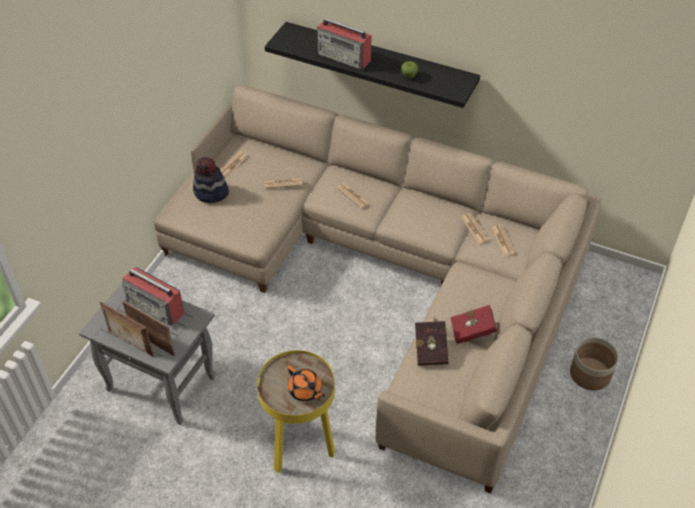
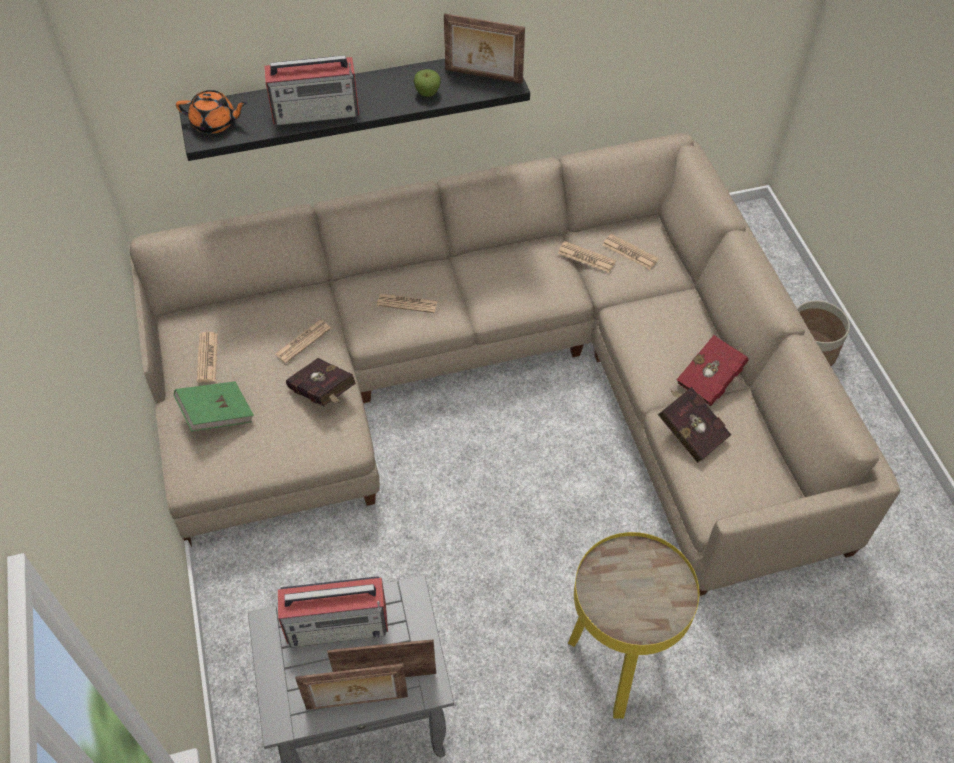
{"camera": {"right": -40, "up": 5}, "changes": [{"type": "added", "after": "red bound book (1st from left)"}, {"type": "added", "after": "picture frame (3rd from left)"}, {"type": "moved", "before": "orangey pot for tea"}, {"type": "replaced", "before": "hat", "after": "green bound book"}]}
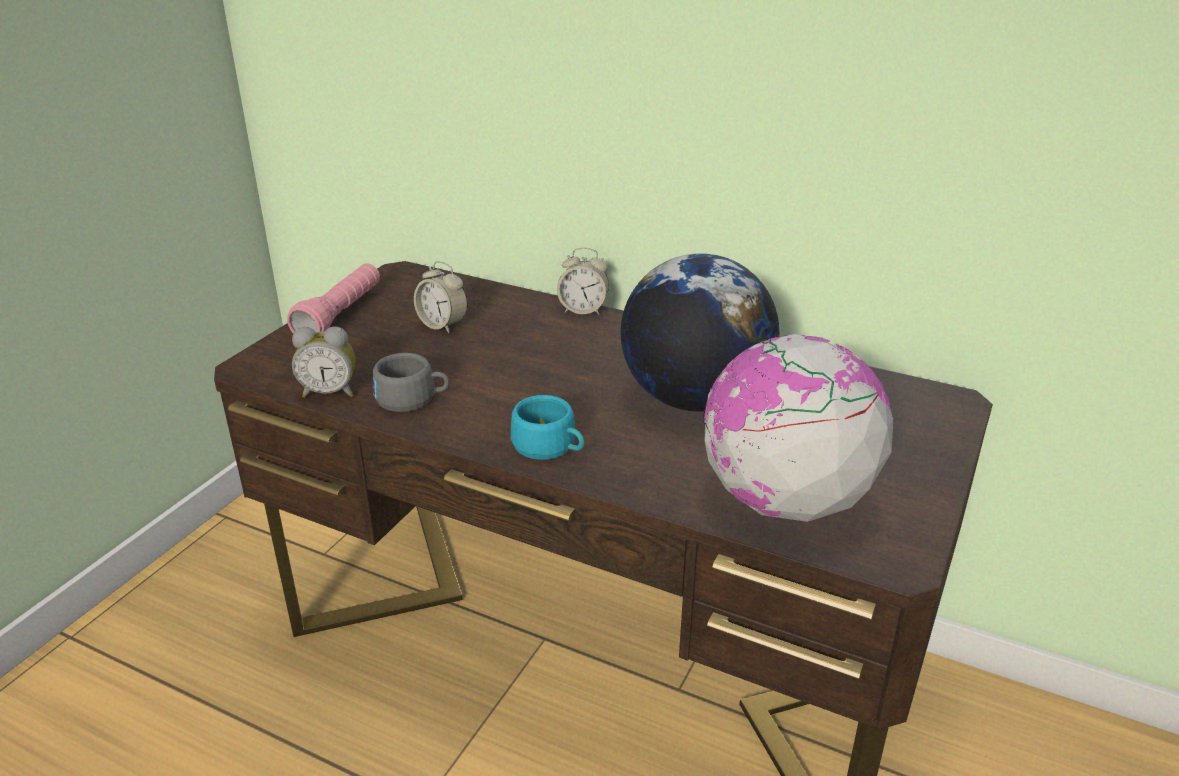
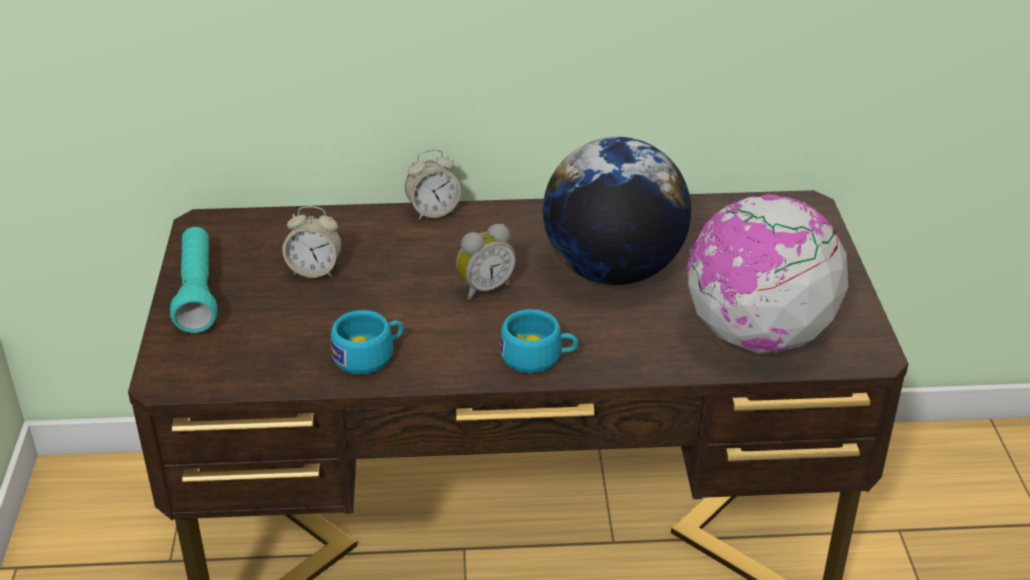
{"camera": {"right": -30, "up": 5}, "changes": [{"type": "moved", "before": "bedside clock (1st from left in the first image)", "after": "bedside clock (3rd from left)"}, {"type": "recoloured", "before": "pinkish torch", "after": "turquoise-coloured torch"}, {"type": "recoloured", "before": "greyish cup", "after": "turquoise-coloured cup (1st from left)"}]}
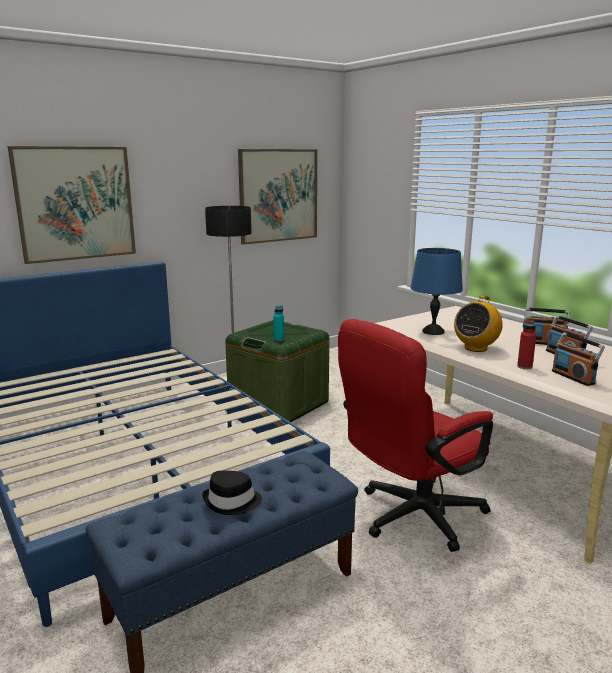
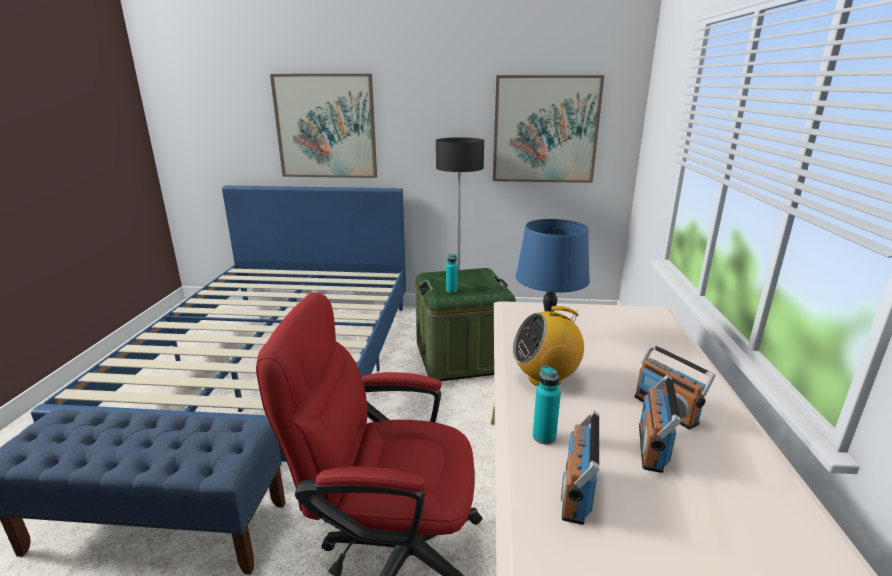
{"camera": {"right": 40, "up": 5}, "changes": [{"type": "removed", "before": "blackish hat"}, {"type": "recoloured", "before": "red bottle", "after": "turquoise-coloured bottle (2nd from left)"}]}
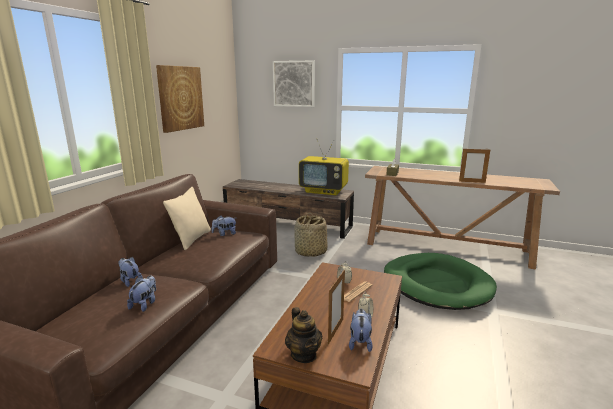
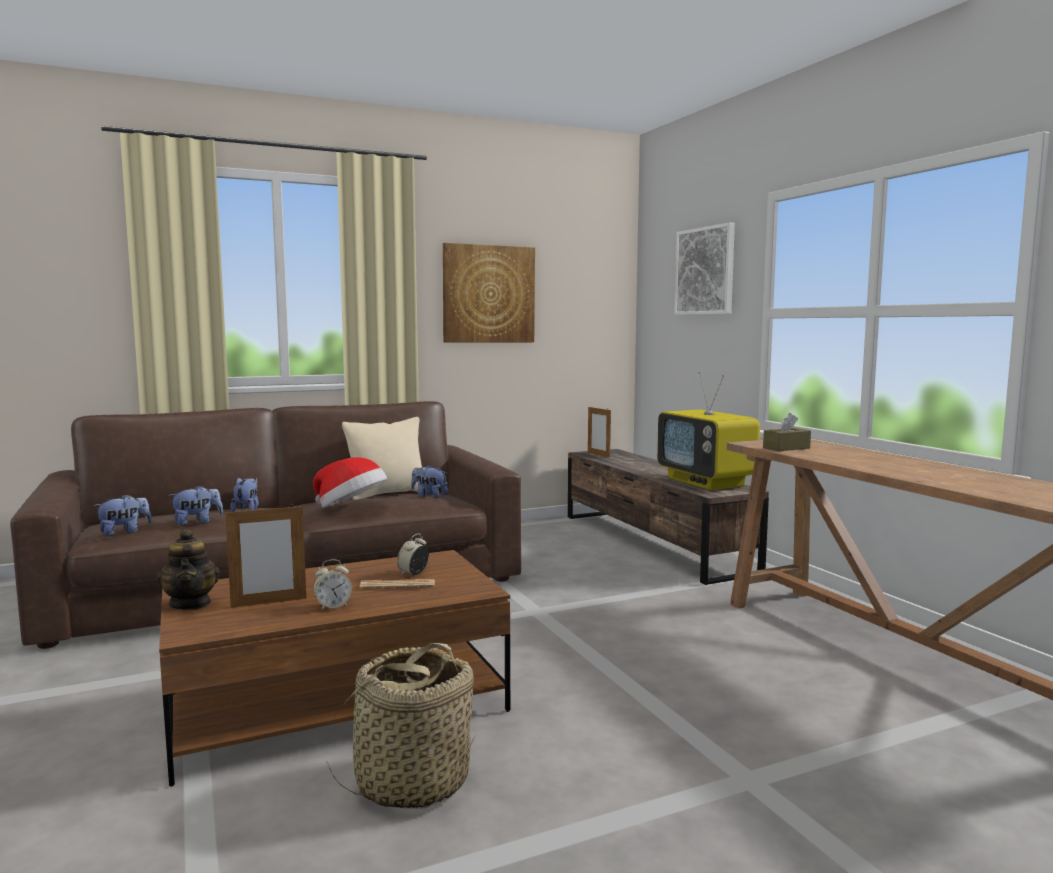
{"camera": {"right": 45, "up": -10}, "changes": [{"type": "removed", "before": "green dog bed"}, {"type": "added", "after": "hat"}, {"type": "moved", "before": "household basket"}, {"type": "moved", "before": "soft toy (4th from left in the first image)", "after": "soft toy (1st from left)"}, {"type": "moved", "before": "picture frame (2nd from left)"}, {"type": "turned", "before": "pot for tea", "turn": -45}]}
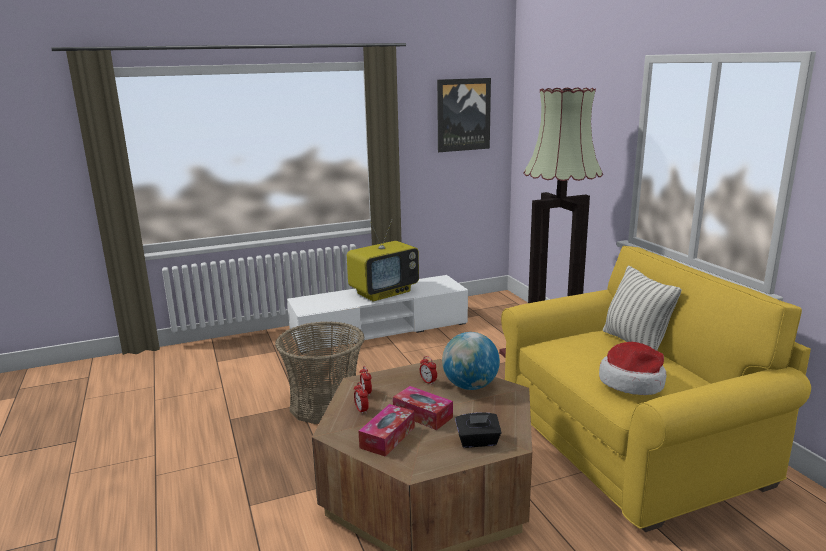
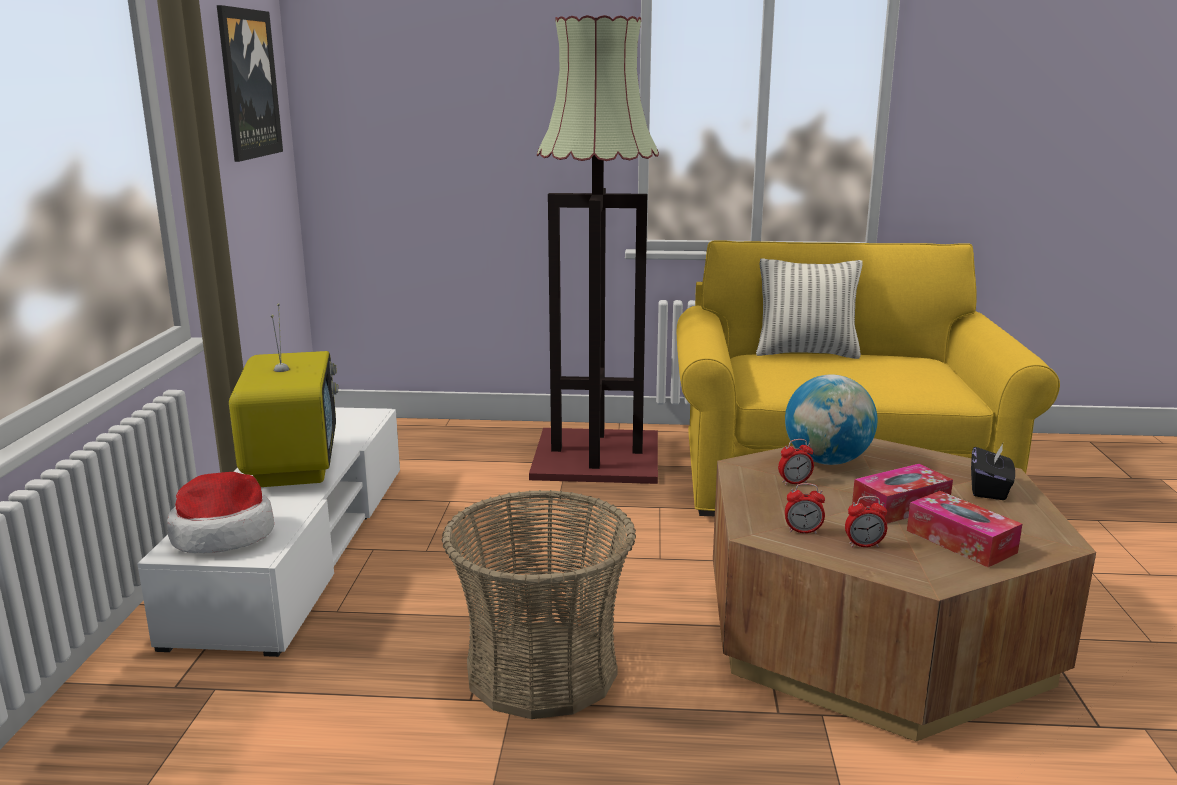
{"camera": {"right": -65, "up": 0}, "changes": [{"type": "moved", "before": "hat"}]}
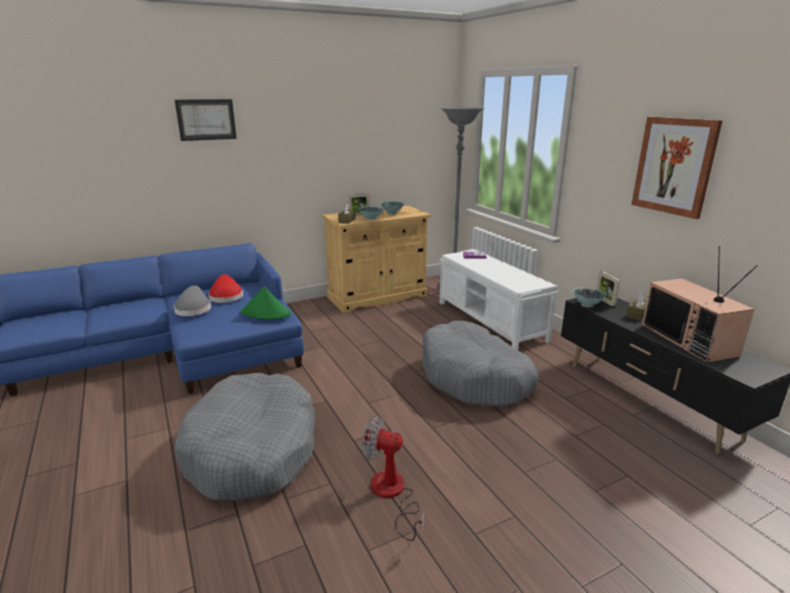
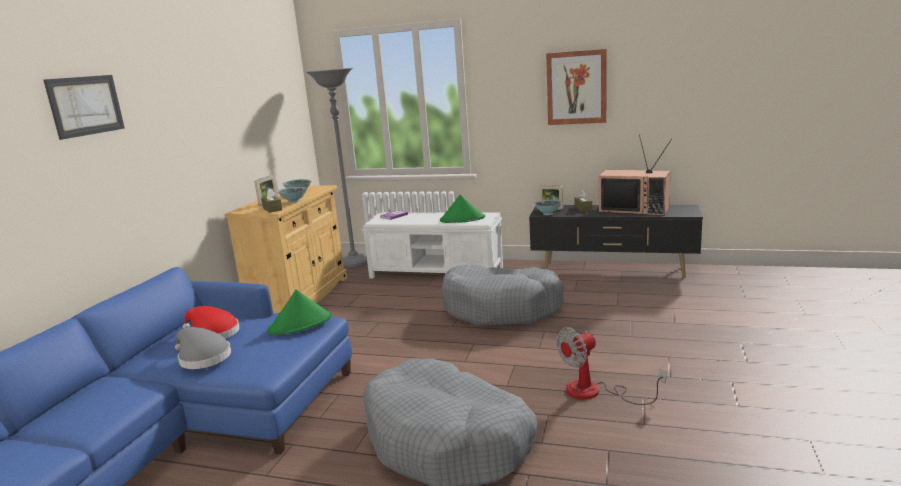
{"camera": {"right": -45, "up": -5}, "changes": [{"type": "added", "after": "green hat (2nd from left)"}]}
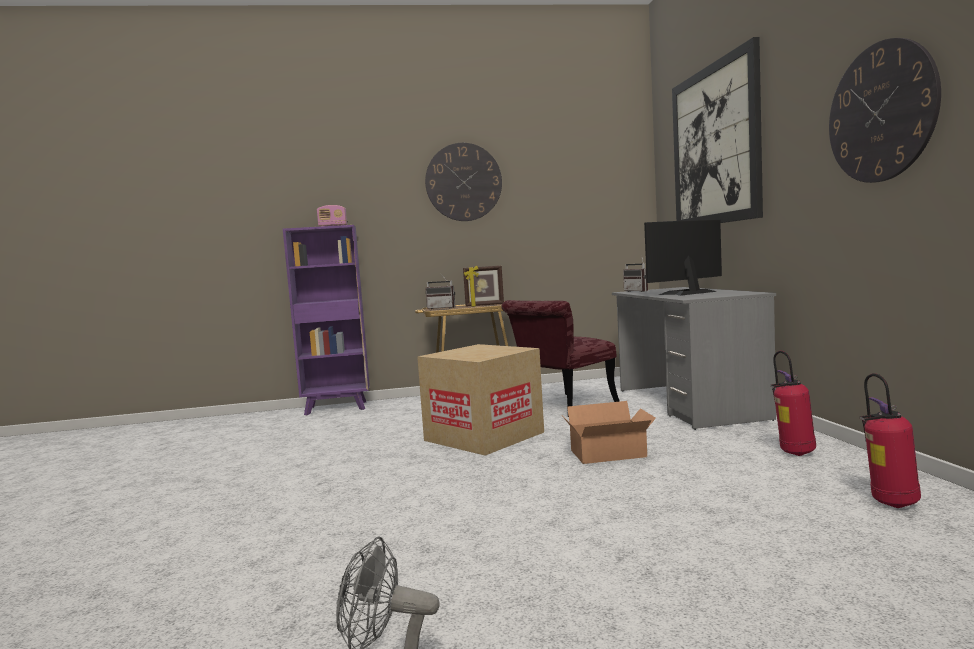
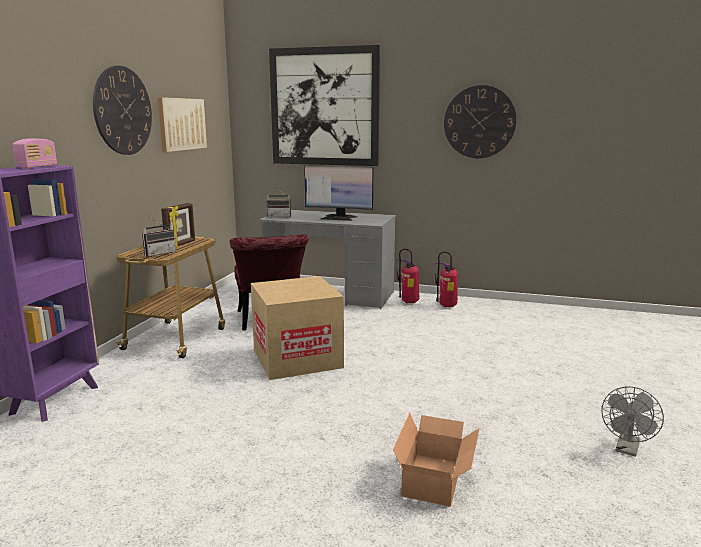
{"camera": {"right": -65, "up": 10}, "changes": [{"type": "added", "after": "wall art (1st from left)"}, {"type": "moved", "before": "cardboard box (2nd from left)"}, {"type": "moved", "before": "extinguisher (2nd from left in the first image)", "after": "extinguisher (1st from left)"}, {"type": "turned", "before": "computer screen", "turn": -75}]}
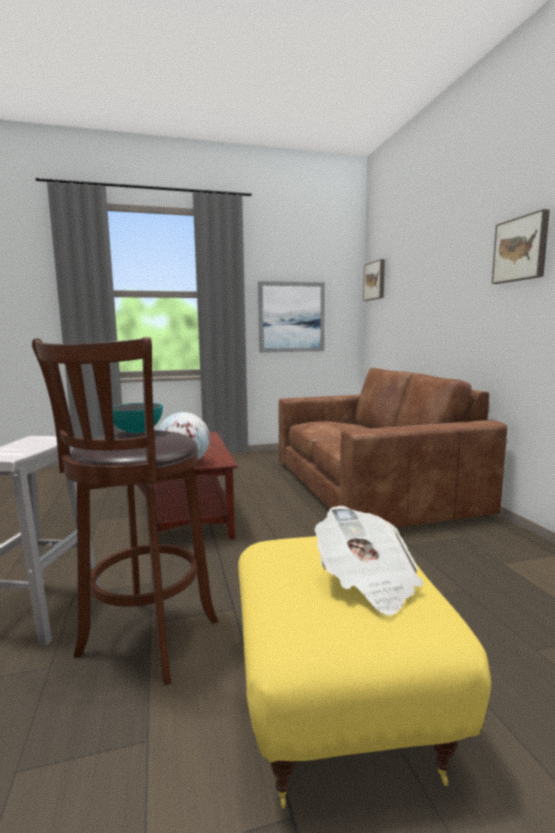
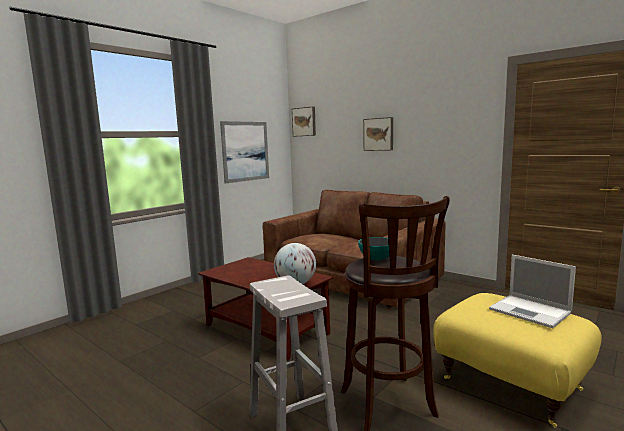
{"camera": {"right": -35, "up": 0}, "changes": [{"type": "moved", "before": "wall art (3rd from left)"}, {"type": "replaced", "before": "newspaper", "after": "laptop"}]}
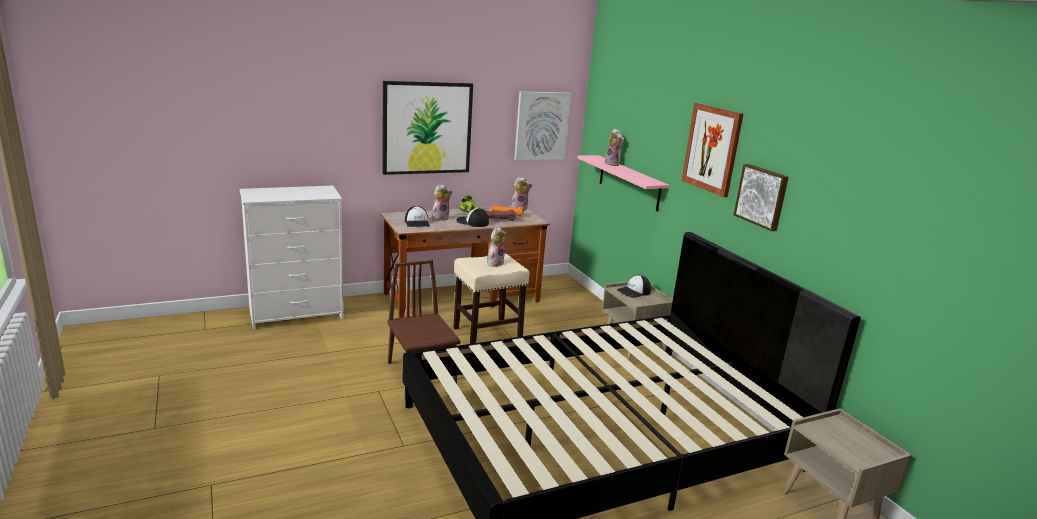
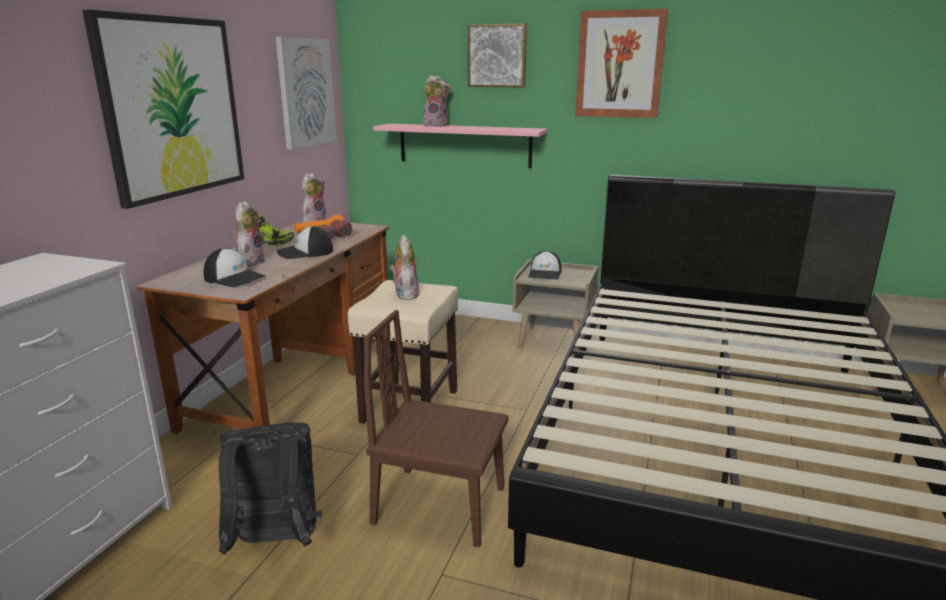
{"camera": {"right": -45, "up": 0}, "changes": [{"type": "added", "after": "blackish backpack"}, {"type": "moved", "before": "wall art (4th from left in the first image)", "after": "wall art (3rd from left)"}]}
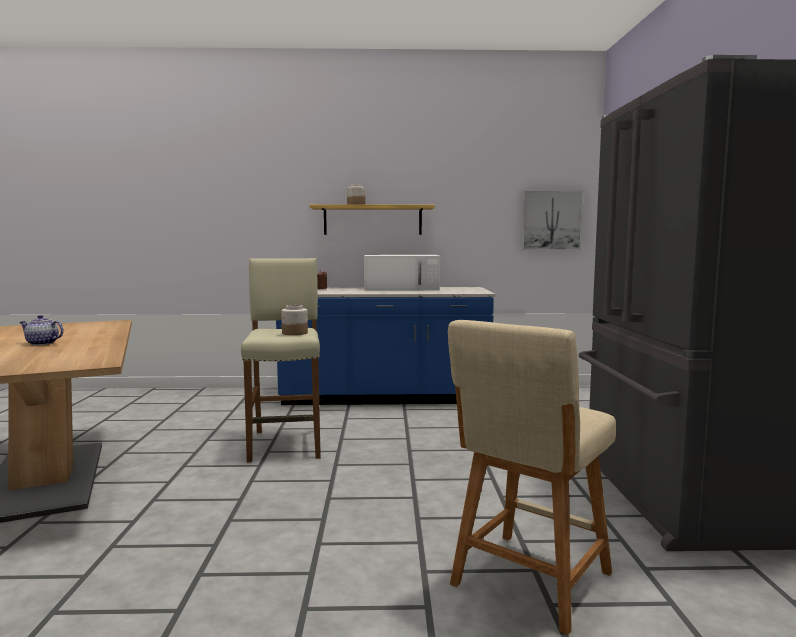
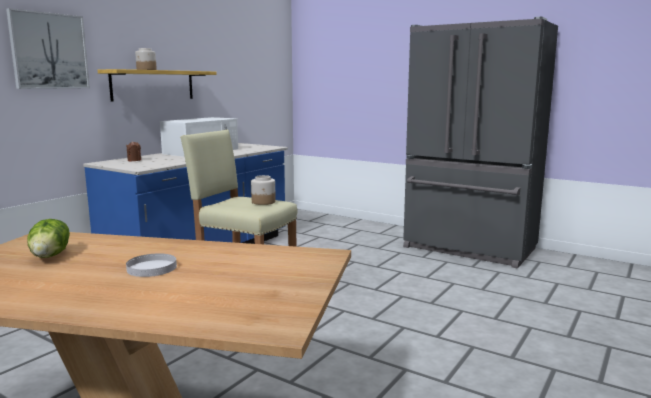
{"camera": {"right": -55, "up": 5}, "changes": [{"type": "removed", "before": "beige-coloured sitting stool (2nd from left)"}, {"type": "added", "after": "lettuce"}, {"type": "moved", "before": "wall art"}, {"type": "replaced", "before": "pot for tea", "after": "whitish dinner plate"}]}
